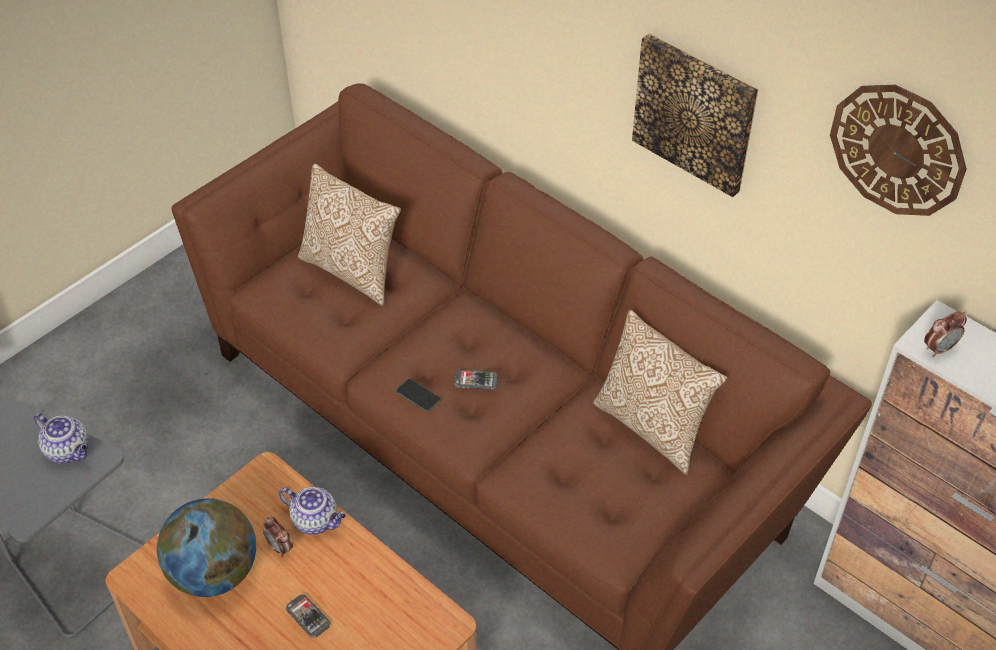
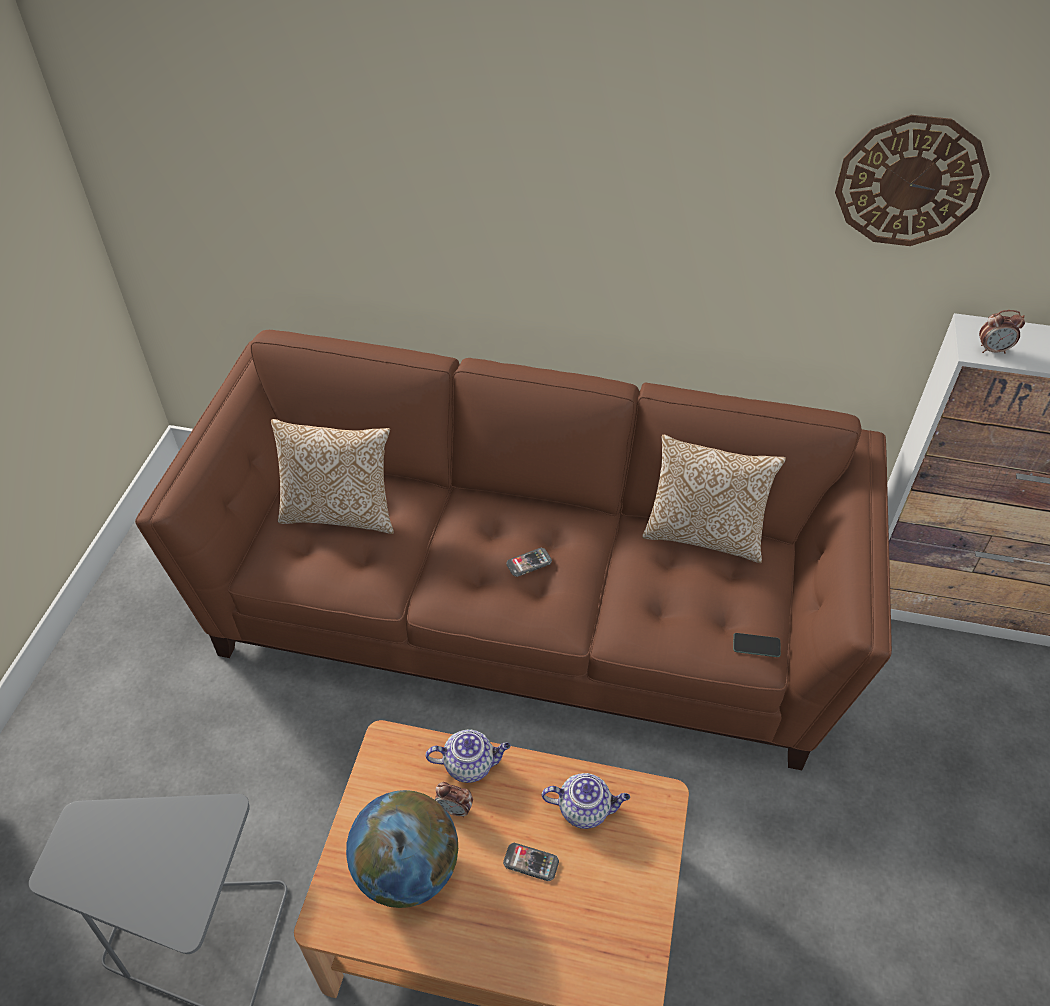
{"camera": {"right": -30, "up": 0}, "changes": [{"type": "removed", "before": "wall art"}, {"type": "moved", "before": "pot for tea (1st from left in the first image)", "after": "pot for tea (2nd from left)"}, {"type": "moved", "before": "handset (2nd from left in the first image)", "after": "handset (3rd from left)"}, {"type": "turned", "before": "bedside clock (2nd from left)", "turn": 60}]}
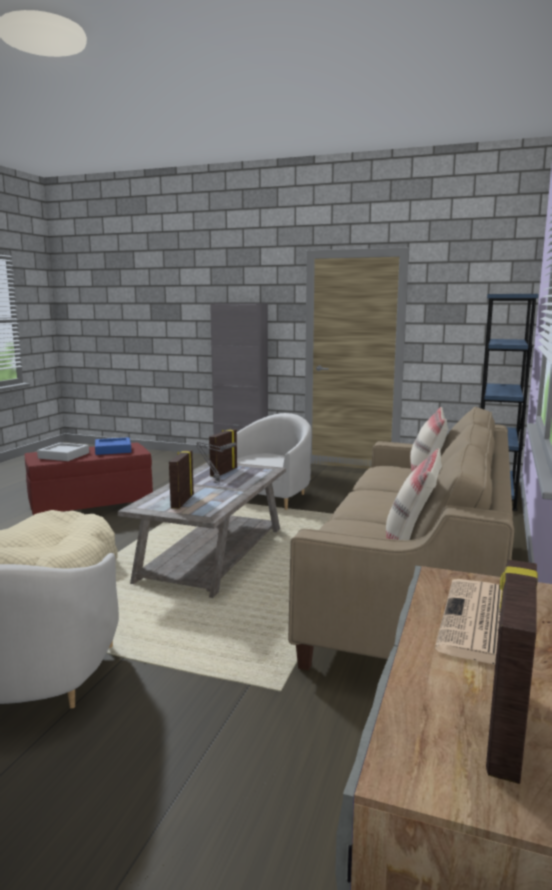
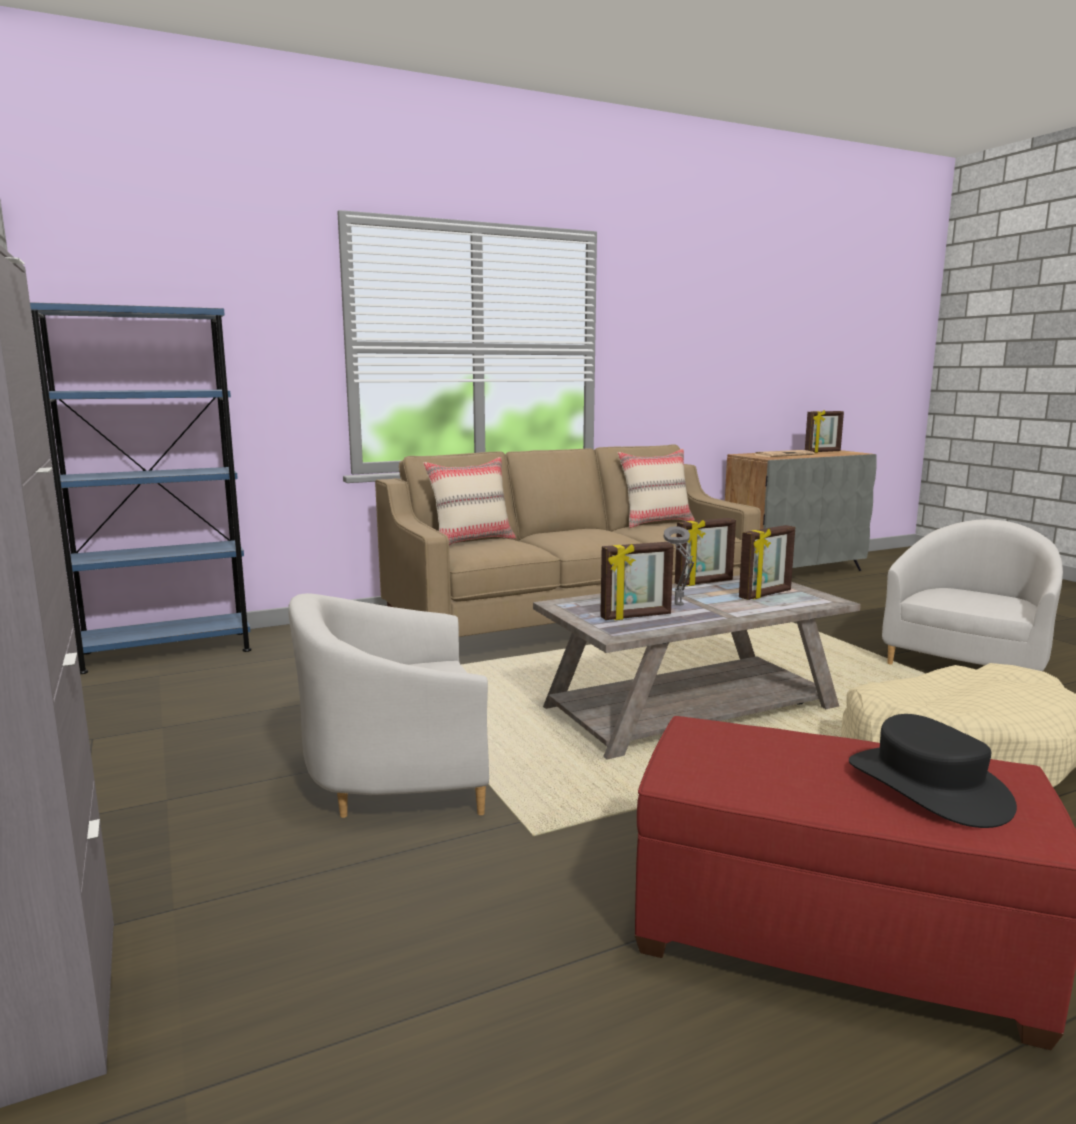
{"camera": {"right": -135, "up": 0}, "changes": [{"type": "removed", "before": "blue carrying tray"}, {"type": "added", "after": "picture frame (2nd from left)"}, {"type": "replaced", "before": "greyish carrying tray", "after": "blackish hat"}]}
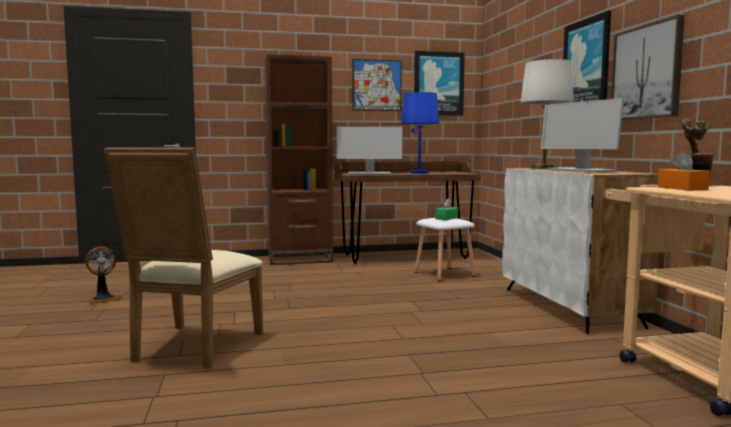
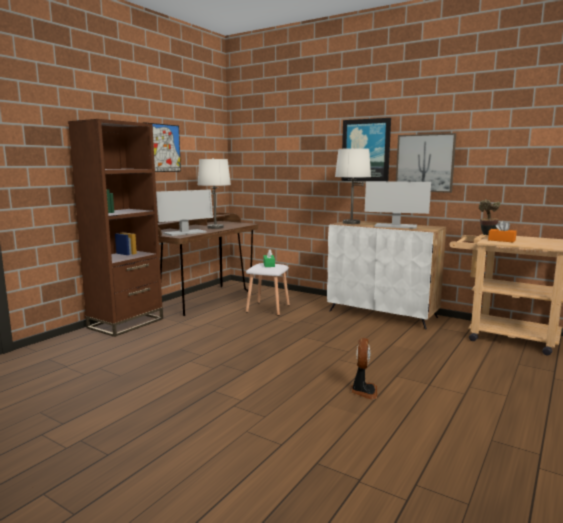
{"camera": {"right": -45, "up": 5}, "changes": [{"type": "removed", "before": "beige-coloured chair"}, {"type": "removed", "before": "wall art (2nd from left)"}, {"type": "moved", "before": "cooling fan"}, {"type": "recoloured", "before": "blue table lamp", "after": "whitish table lamp (1st from left)"}]}
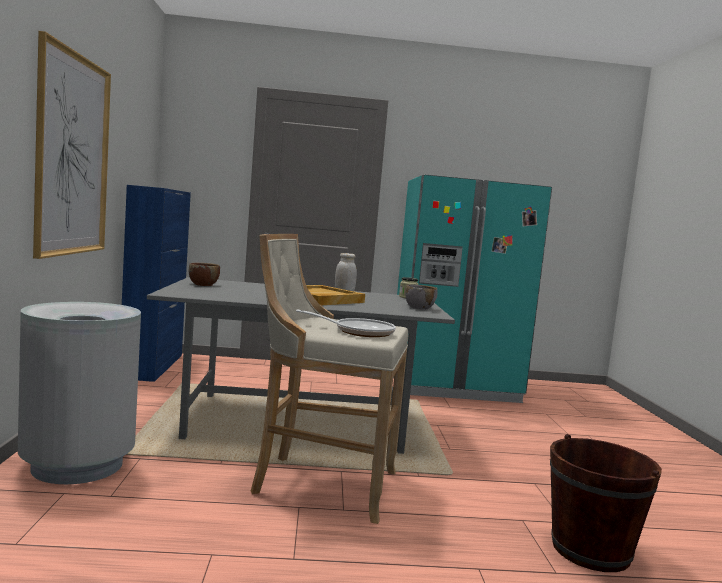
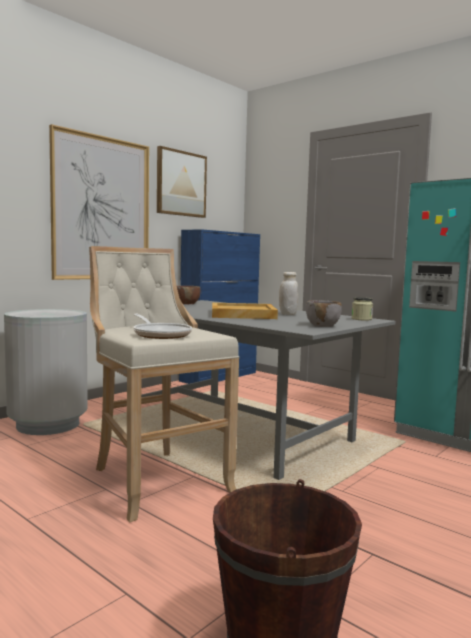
{"camera": {"right": 45, "up": 0}, "changes": [{"type": "added", "after": "wall art (2nd from left)"}]}
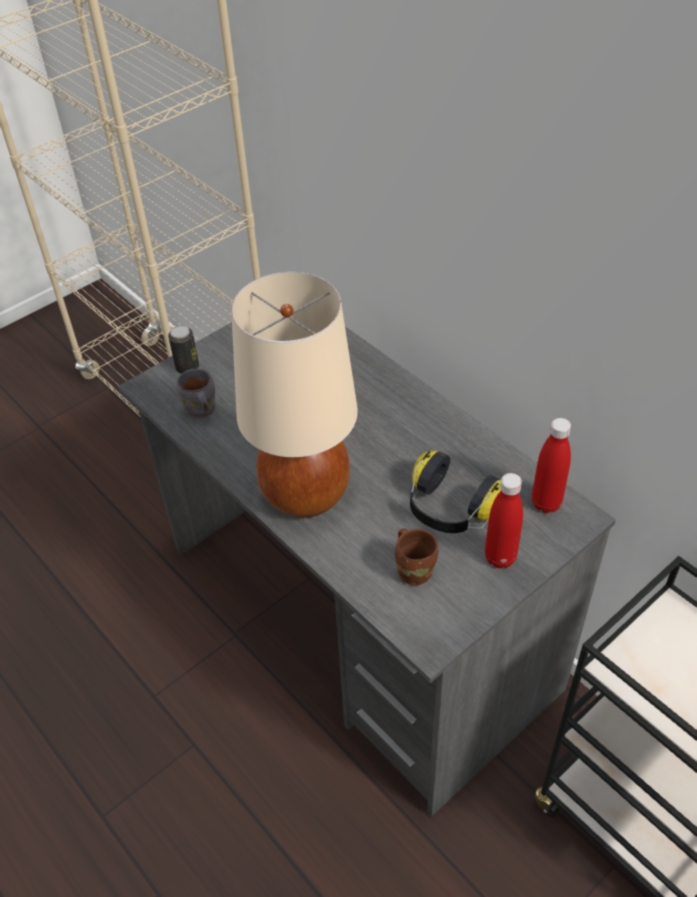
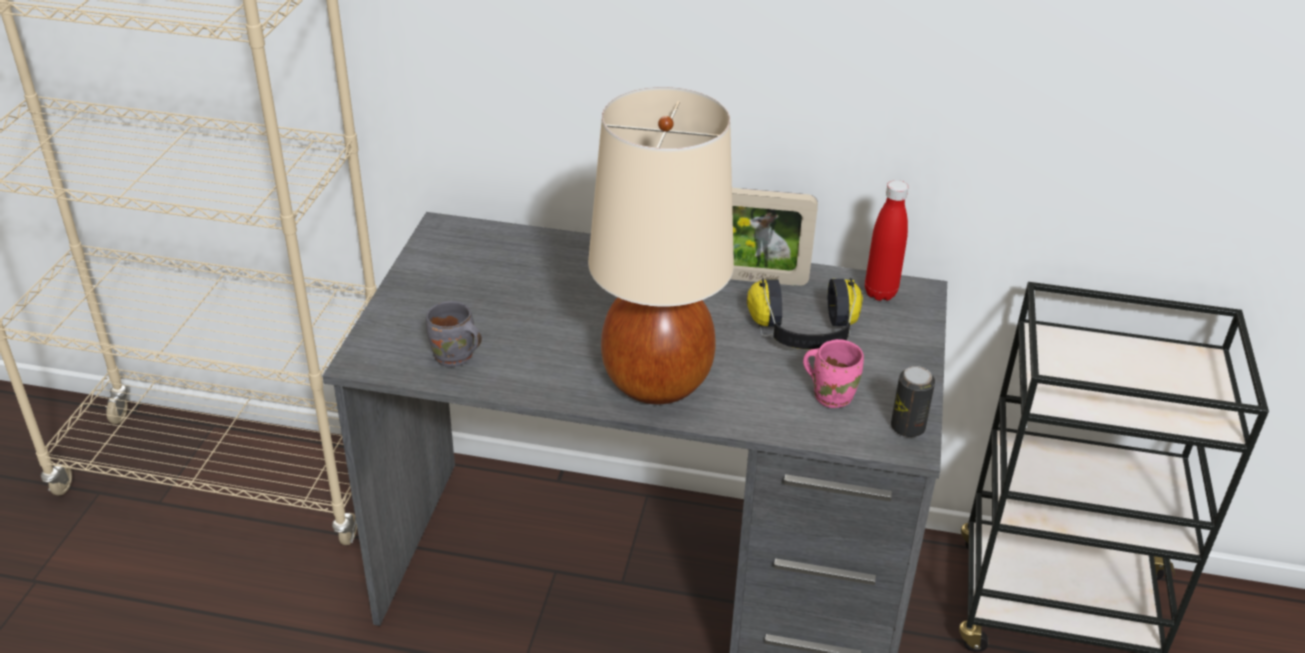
{"camera": {"right": -40, "up": -10}, "changes": [{"type": "removed", "before": "red bottle (1st from left)"}, {"type": "added", "after": "picture frame"}, {"type": "moved", "before": "metal can"}, {"type": "recoloured", "before": "brown tea mug", "after": "pinkish tea mug"}]}
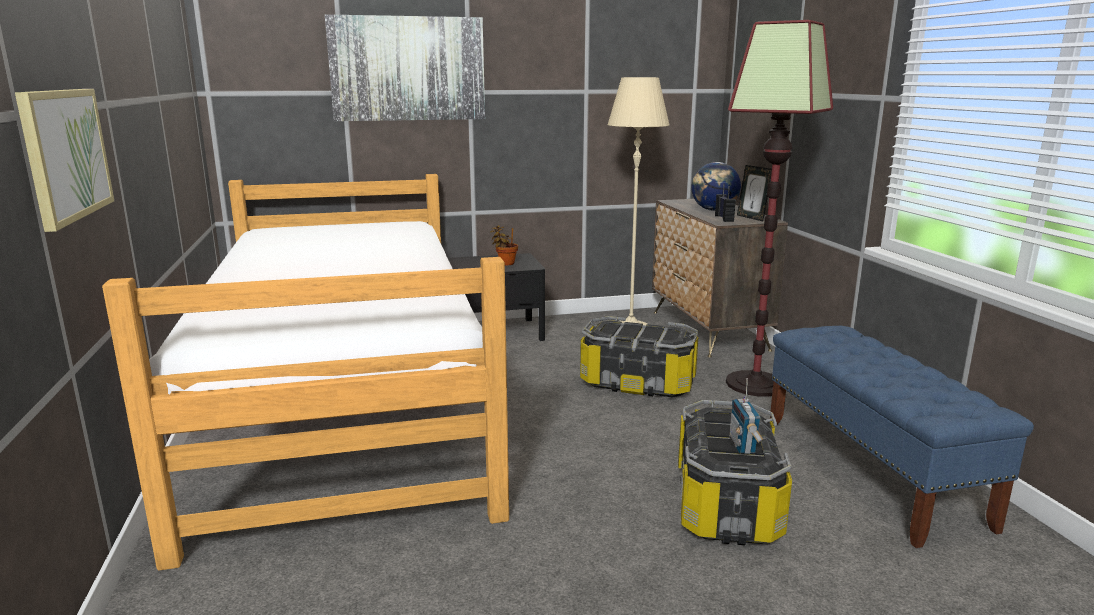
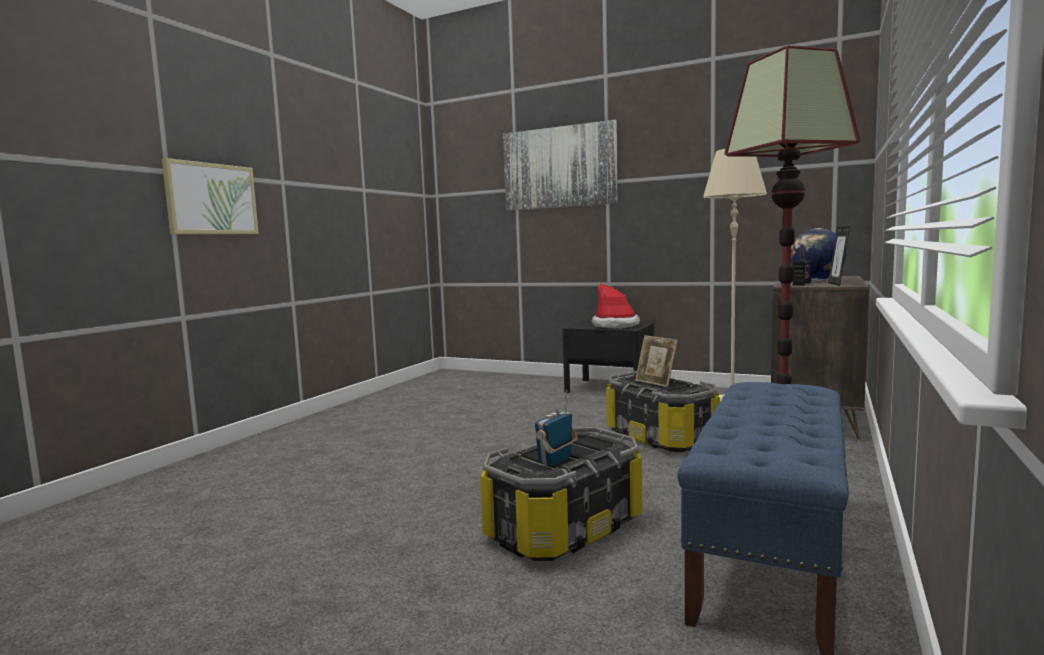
{"camera": {"right": 40, "up": -10}, "changes": [{"type": "removed", "before": "bed"}, {"type": "added", "after": "picture frame (1st from left)"}, {"type": "replaced", "before": "potted plant", "after": "hat"}]}
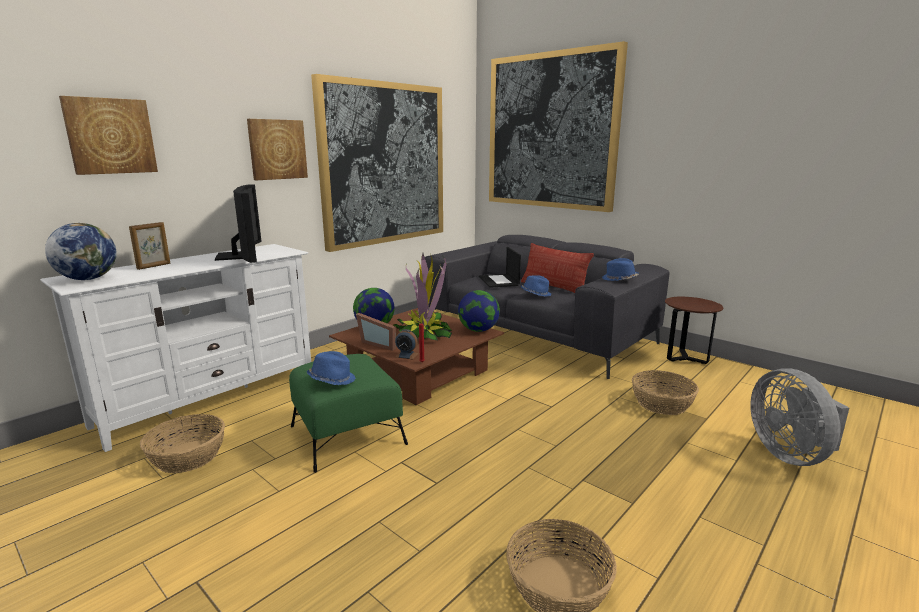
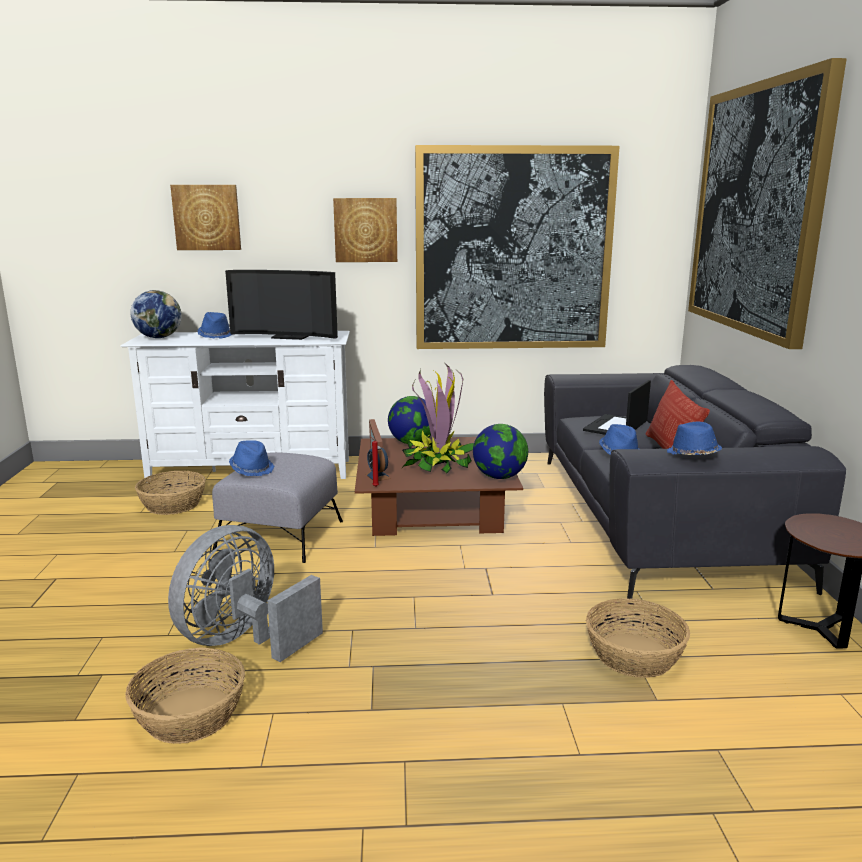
{"camera": {"right": 45, "up": 0}, "changes": [{"type": "moved", "before": "greyish cooling fan"}, {"type": "replaced", "before": "picture frame (1st from left)", "after": "blue hat (1st from left)"}, {"type": "recoloured", "before": "green footrest", "after": "greyish footrest"}, {"type": "turned", "before": "TV set", "turn": 75}]}
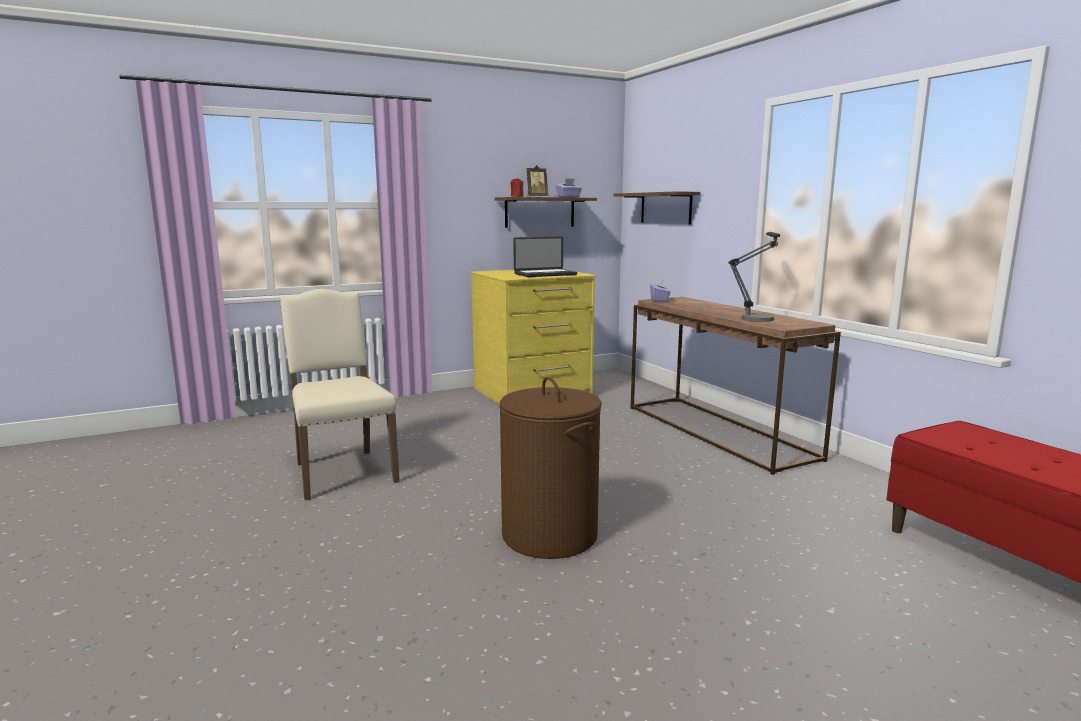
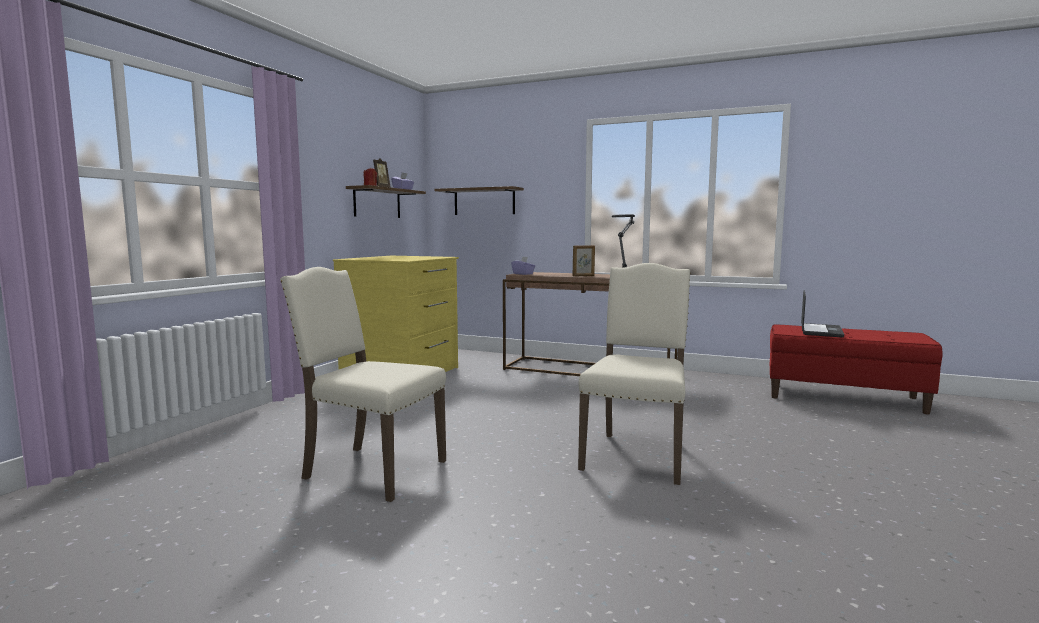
{"camera": {"right": -40, "up": -5}, "changes": [{"type": "added", "after": "picture frame (2nd from left)"}, {"type": "moved", "before": "laptop"}, {"type": "replaced", "before": "brown laundry basket", "after": "beige-coloured chair (2nd from left)"}]}
